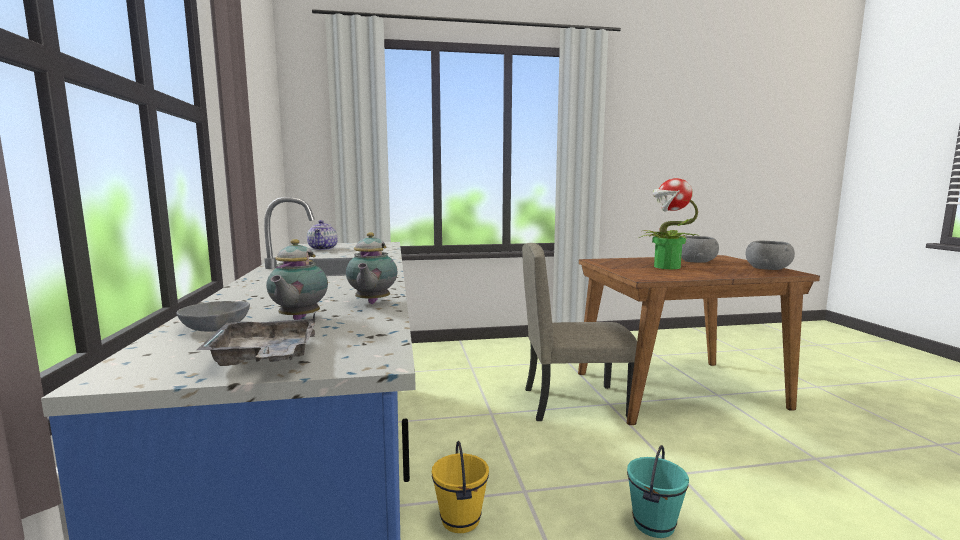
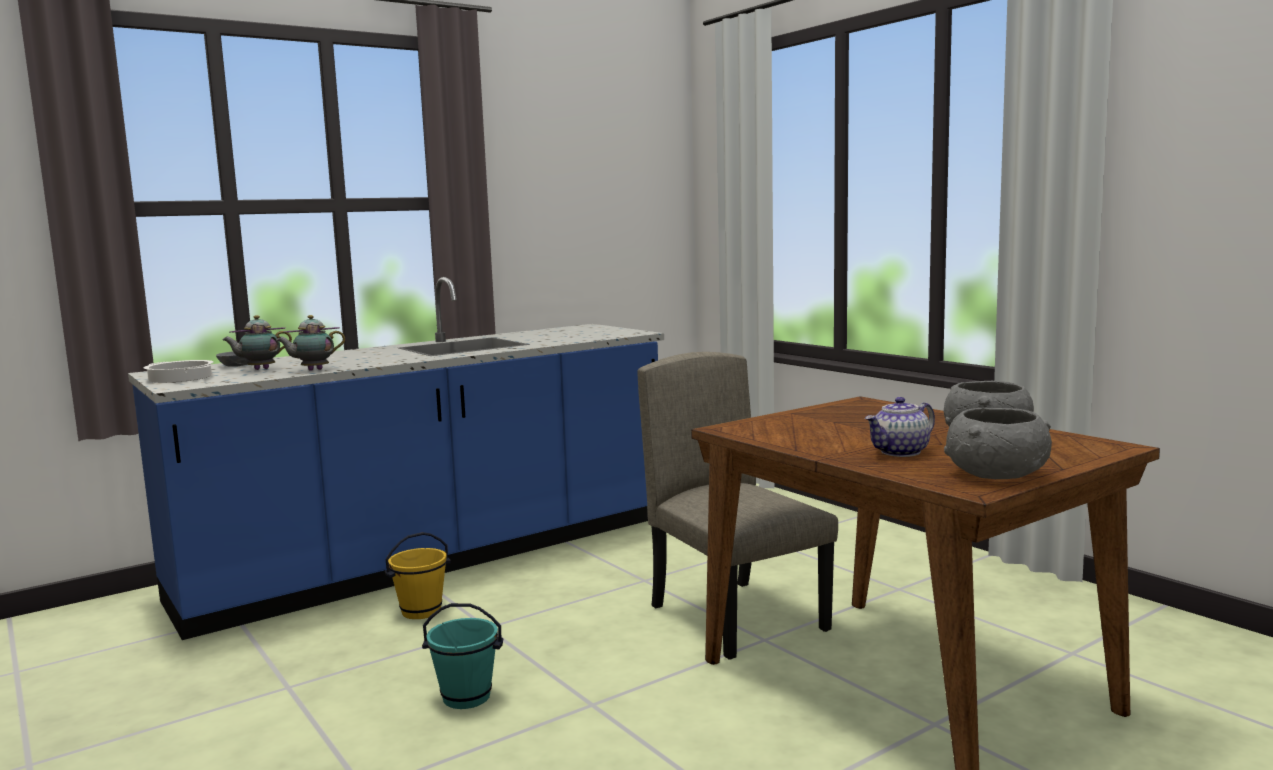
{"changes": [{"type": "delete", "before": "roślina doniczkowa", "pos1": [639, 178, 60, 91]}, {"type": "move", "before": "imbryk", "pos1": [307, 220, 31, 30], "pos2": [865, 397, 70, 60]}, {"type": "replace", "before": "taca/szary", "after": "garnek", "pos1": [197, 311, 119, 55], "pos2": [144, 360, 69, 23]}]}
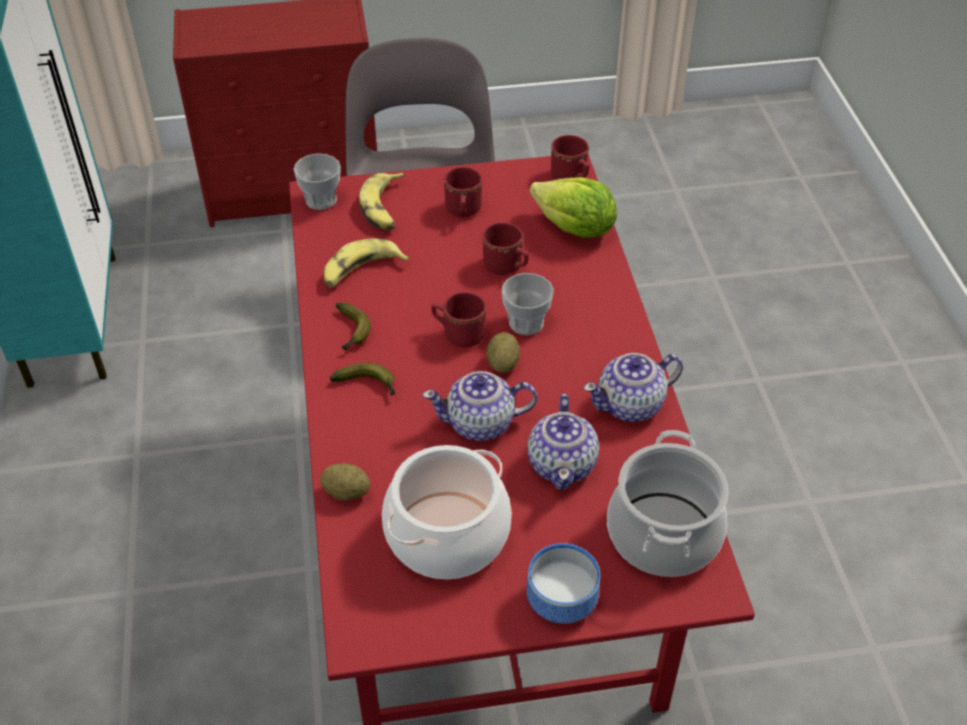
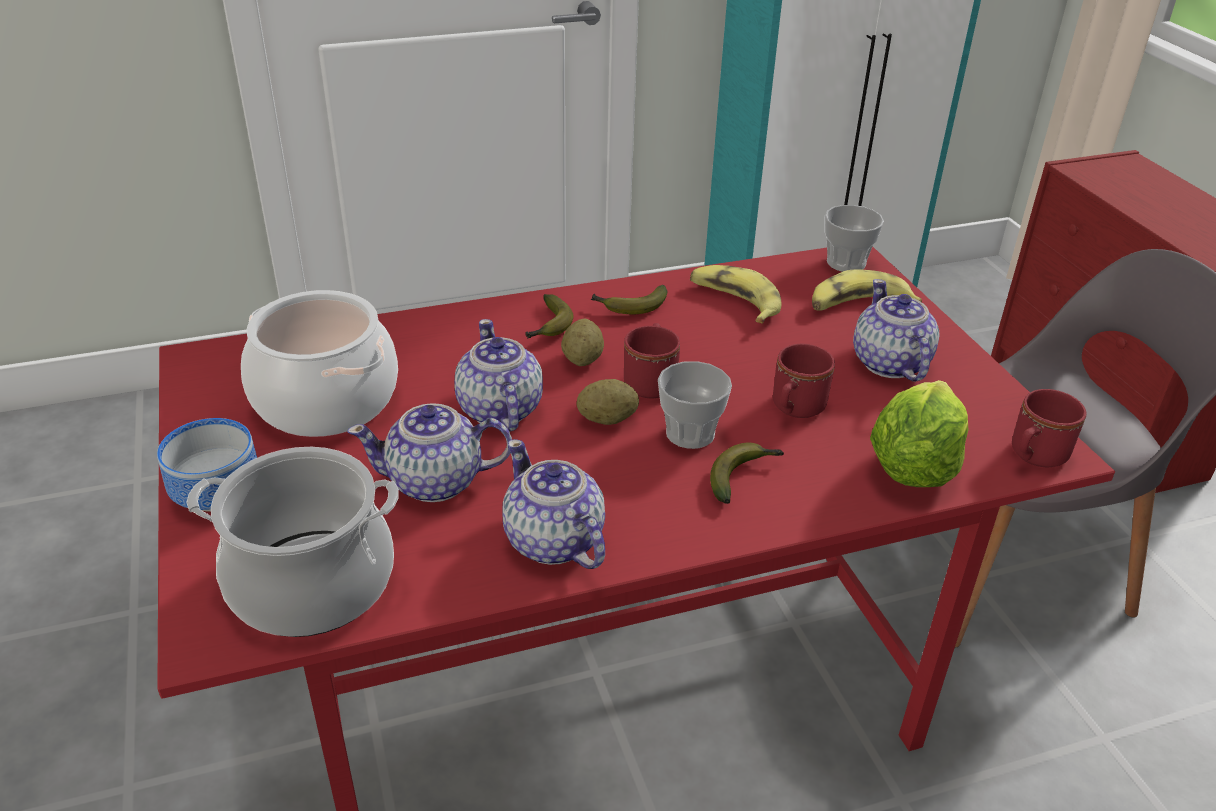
{"changes": [{"type": "insert", "after": "banan", "pos2": [710, 443, 74, 61]}, {"type": "move", "before": "ziemniak", "pos1": [320, 463, 50, 38], "pos2": [561, 319, 43, 47]}, {"type": "replace", "before": "kubek/czerwony", "after": "imbryk", "pos1": [444, 167, 38, 50], "pos2": [853, 279, 86, 103]}]}
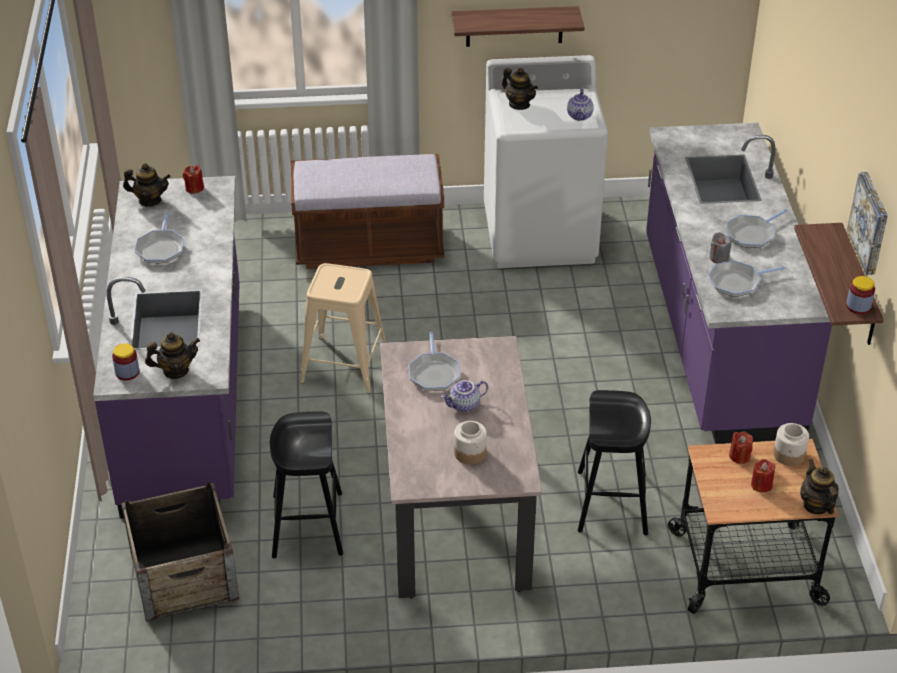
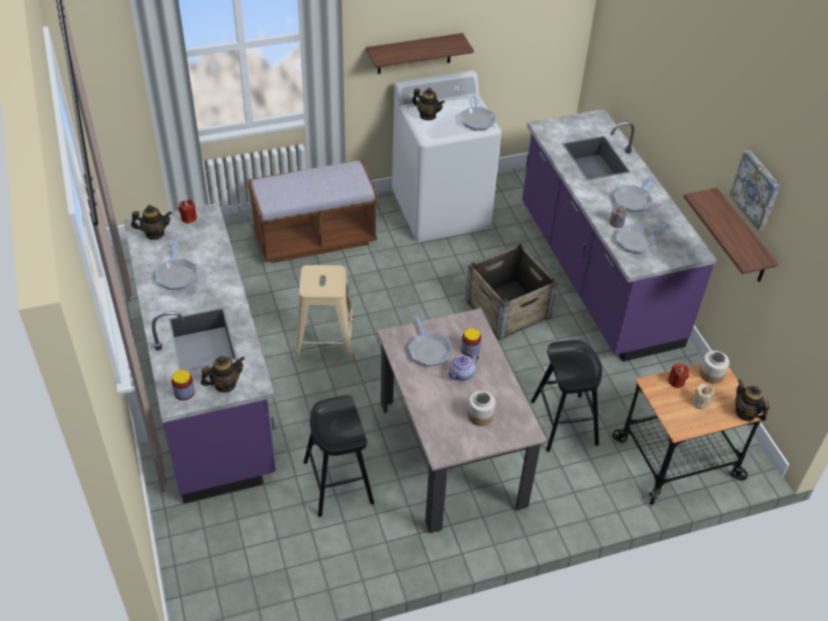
{"changes": [{"type": "move", "before": "skrzynka", "pos1": [121, 482, 118, 140], "pos2": [465, 244, 92, 96]}, {"type": "move", "before": "słoik", "pos1": [846, 276, 29, 38], "pos2": [461, 328, 20, 29]}, {"type": "replace", "before": "imbryk", "after": "patelnia", "pos1": [567, 89, 26, 32], "pos2": [461, 95, 35, 36]}, {"type": "recolor", "before": "świeca/czerwony", "after": "świeca/beżowy", "pos1": [751, 459, 25, 34], "pos2": [693, 384, 21, 25]}]}
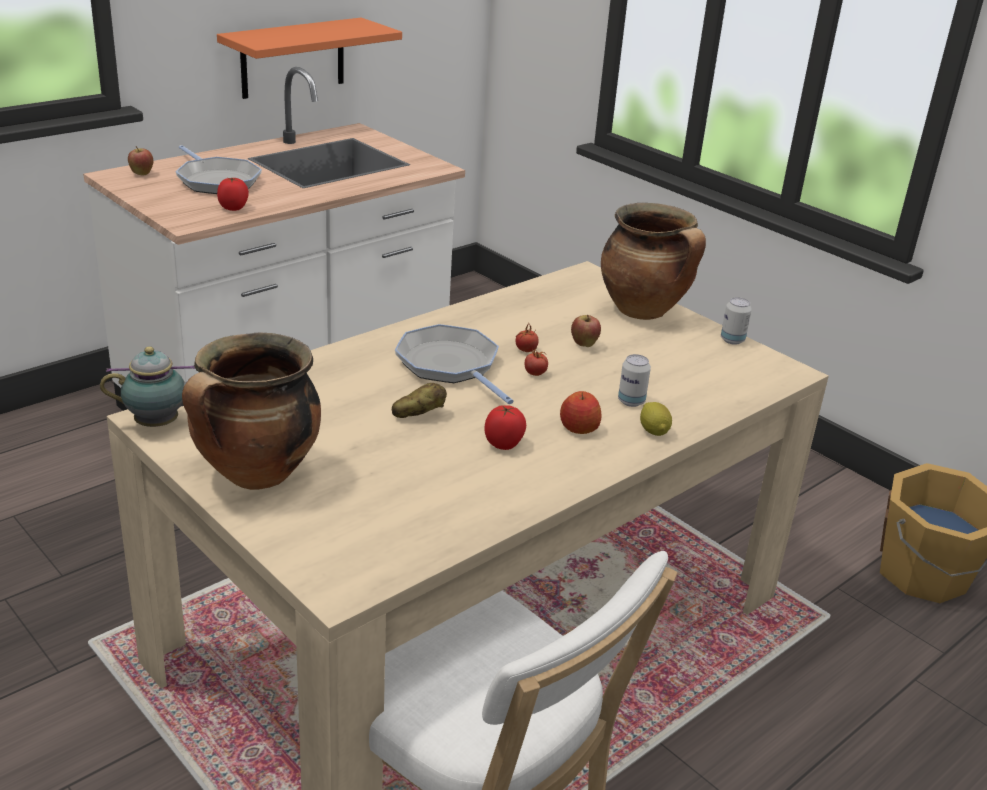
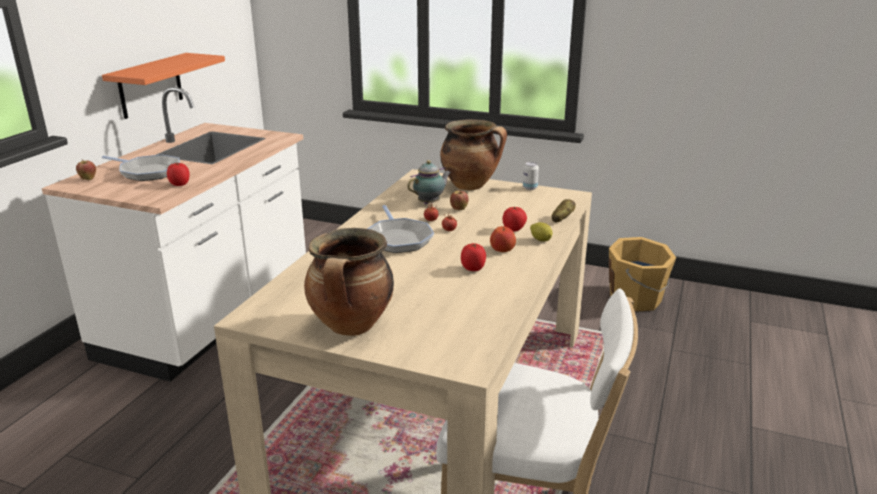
{"changes": [{"type": "move", "before": "imbryk", "pos1": [100, 346, 95, 81], "pos2": [407, 160, 44, 44]}, {"type": "move", "before": "ziemniak", "pos1": [392, 383, 55, 35], "pos2": [552, 199, 24, 23]}, {"type": "replace", "before": "puszka", "after": "pomidor", "pos1": [618, 354, 33, 53], "pos2": [502, 206, 25, 26]}, {"type": "rotate", "before": "patelnia", "pos1": [395, 324, 119, 80], "pos2": [367, 205, 67, 48], "turn": -135}]}
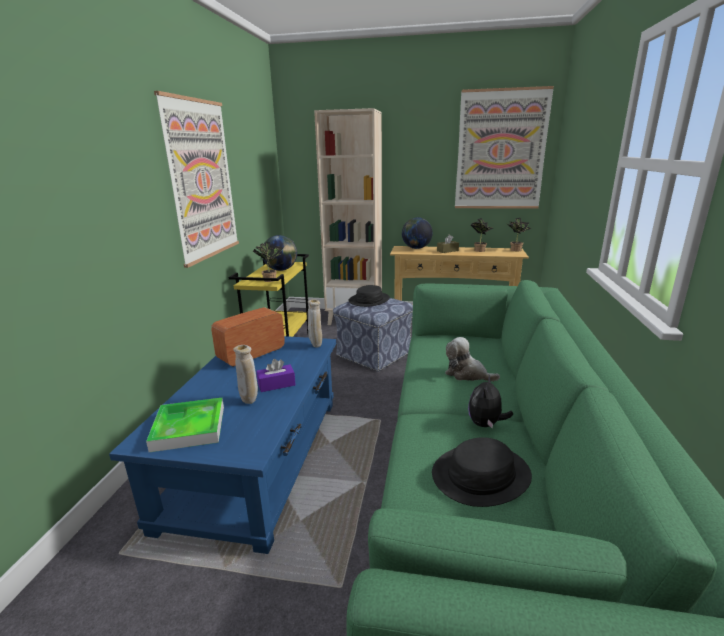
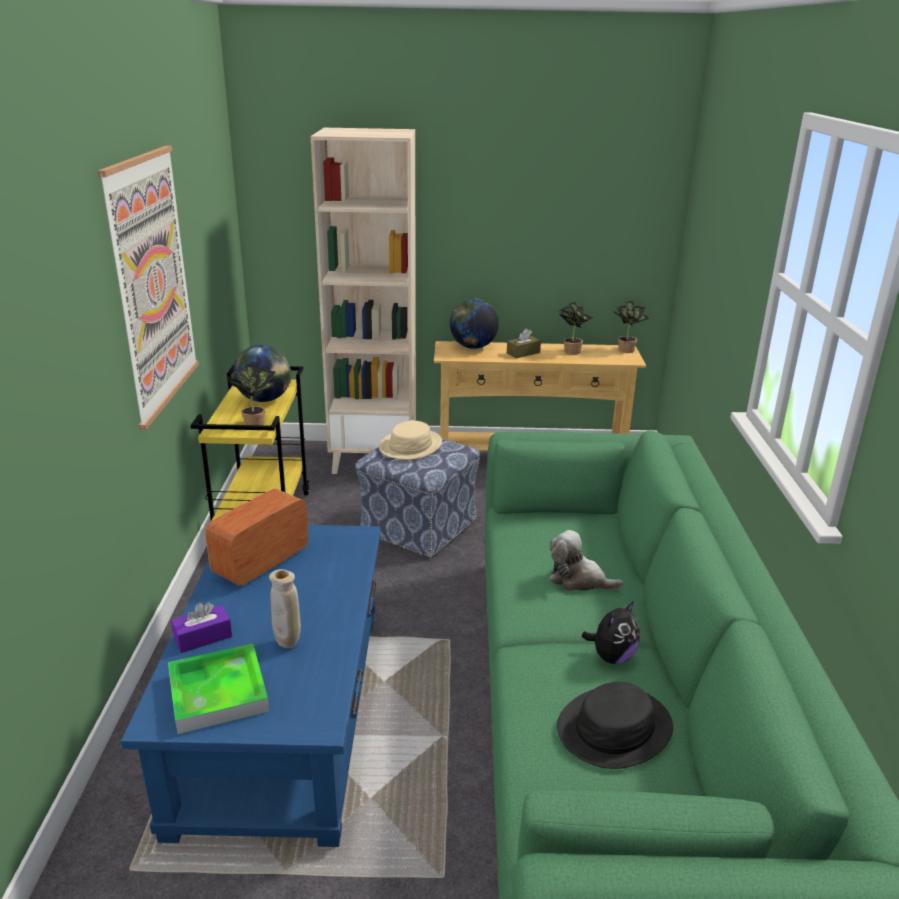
{"changes": [{"type": "delete", "before": "wazon/beżowy", "pos1": [308, 299, 14, 48]}, {"type": "delete", "before": "obraz", "pos1": [455, 86, 99, 123]}, {"type": "move", "before": "pudełko chusteczek/fioletowy", "pos1": [257, 359, 38, 33], "pos2": [171, 602, 61, 51]}, {"type": "recolor", "before": "kapelusz/czarny", "after": "kapelusz/beżowy", "pos1": [348, 285, 42, 22], "pos2": [379, 421, 63, 39]}, {"type": "rotate", "before": "pluszak", "pos1": [468, 375, 45, 54], "pos2": [582, 601, 58, 63], "turn": -150}]}
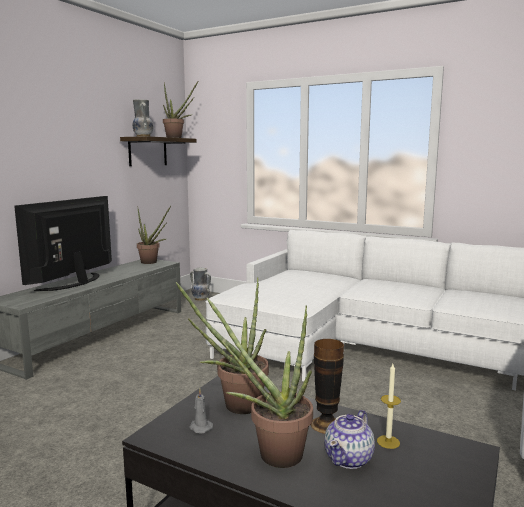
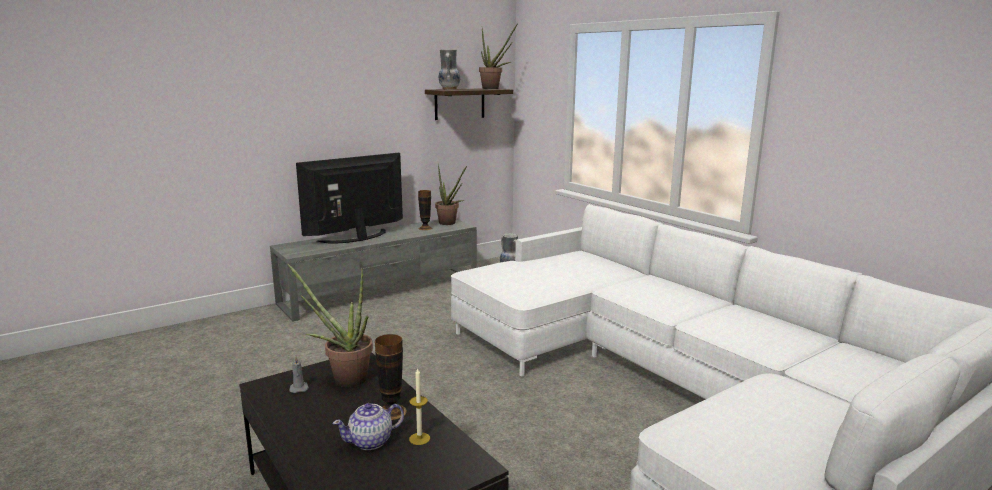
{"changes": [{"type": "delete", "before": "roślina doniczkowa", "pos1": [207, 298, 106, 170]}, {"type": "insert", "after": "wazon", "pos2": [418, 190, 15, 40]}]}
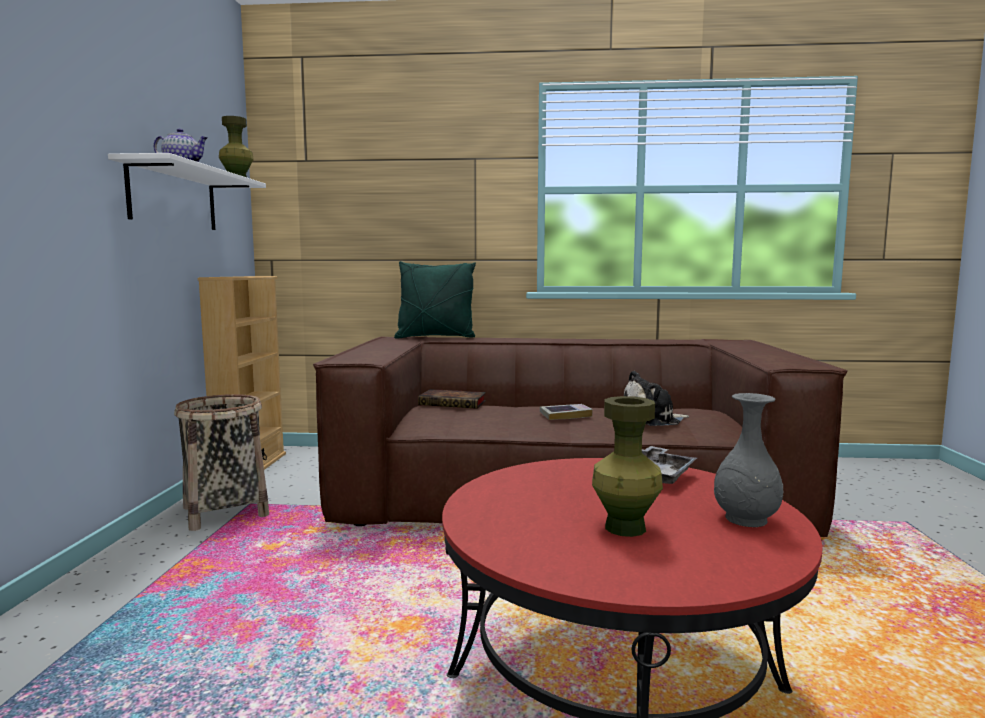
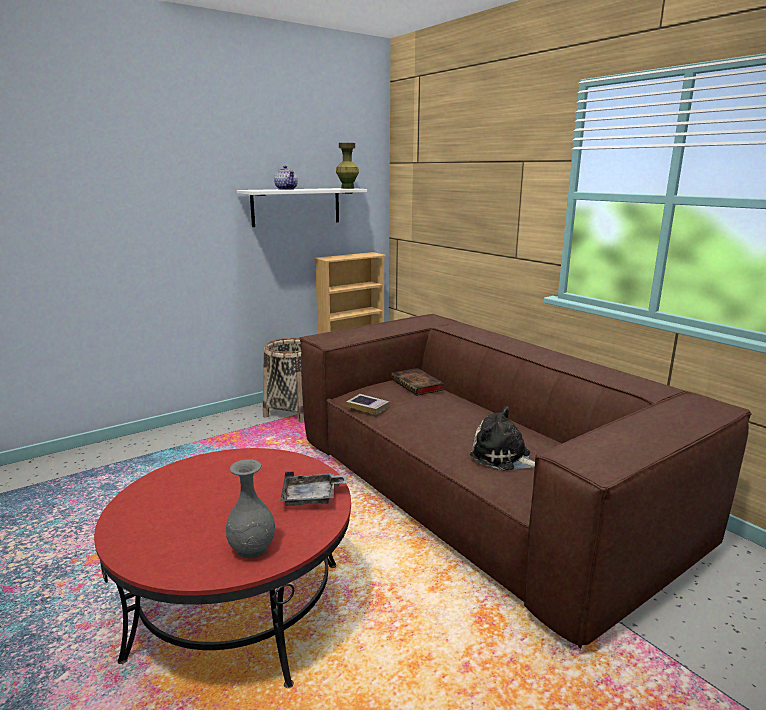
{"changes": [{"type": "delete", "before": "poduszka/zielony", "pos1": [394, 261, 82, 78]}, {"type": "delete", "before": "wazon/zielony", "pos1": [592, 396, 71, 141]}, {"type": "move", "before": "książka", "pos1": [540, 404, 53, 16], "pos2": [346, 394, 44, 21]}]}
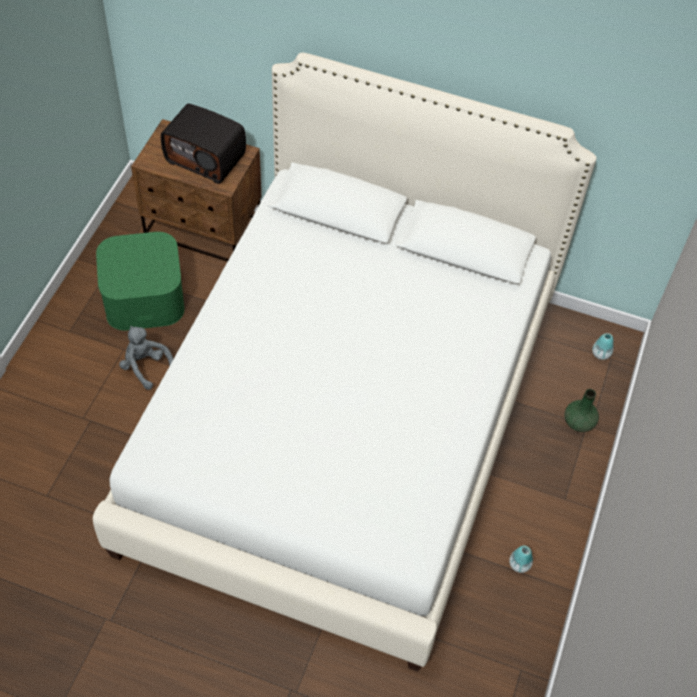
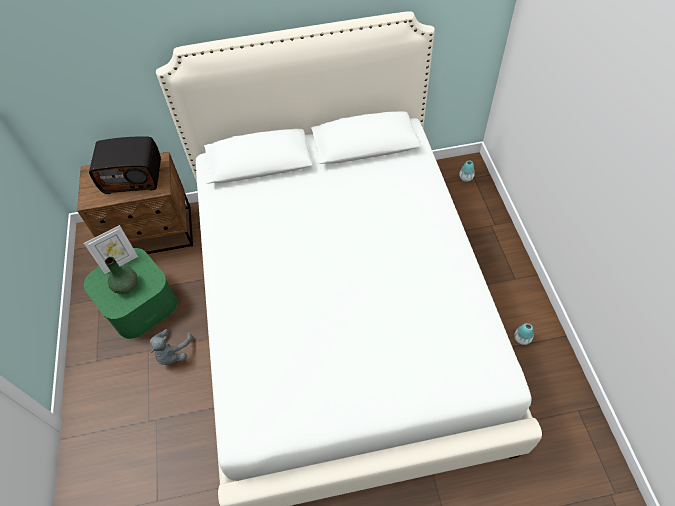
{"changes": [{"type": "insert", "after": "ramka na zdjęcie", "pos2": [84, 225, 54, 49]}, {"type": "move", "before": "wazon/zielony", "pos1": [565, 389, 34, 43], "pos2": [105, 257, 33, 37]}, {"type": "rotate", "before": "pluszak/szary", "pos1": [119, 326, 54, 64], "pos2": [150, 329, 43, 36], "turn": -90}]}
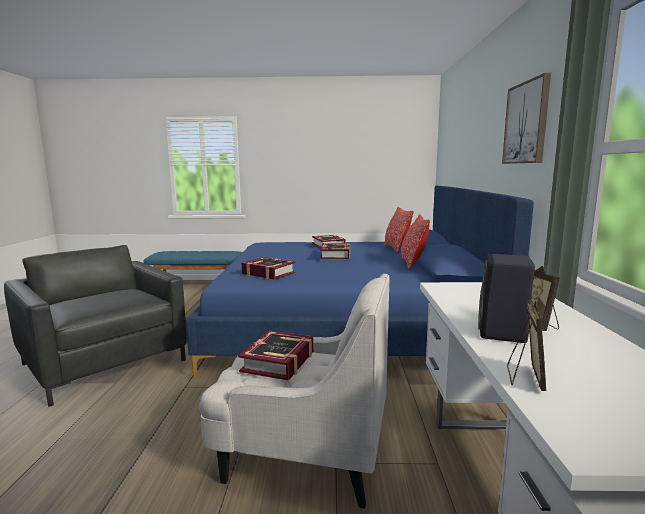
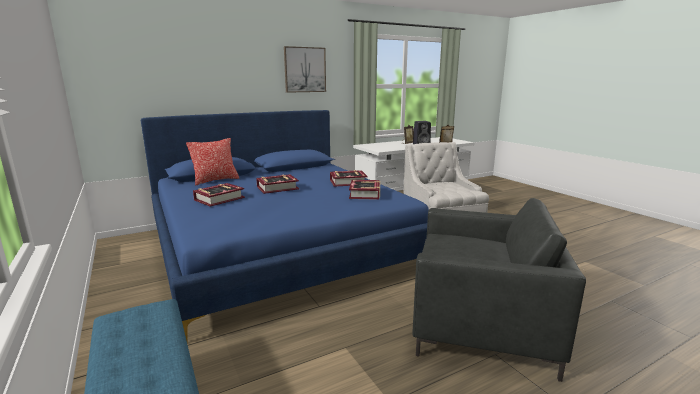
{"changes": [{"type": "delete", "before": "poduszka", "pos1": [401, 214, 29, 56]}, {"type": "move", "before": "książka", "pos1": [238, 330, 76, 51], "pos2": [330, 170, 38, 17]}, {"type": "rotate", "before": "fotel/szary", "pos1": [4, 245, 183, 162], "pos2": [412, 198, 174, 184], "turn": -90}]}
